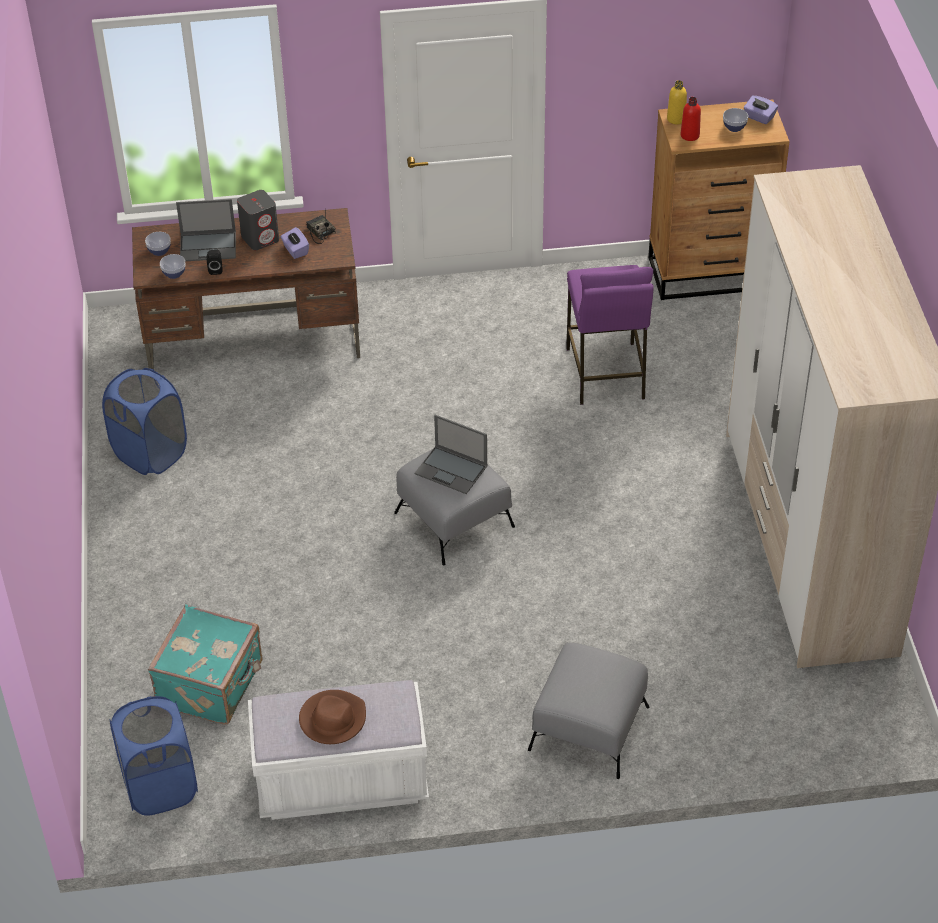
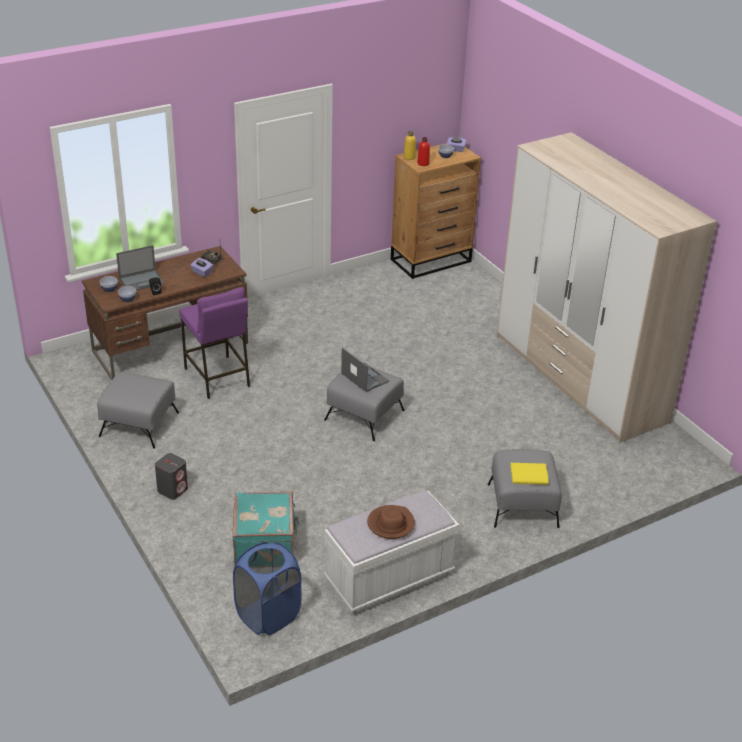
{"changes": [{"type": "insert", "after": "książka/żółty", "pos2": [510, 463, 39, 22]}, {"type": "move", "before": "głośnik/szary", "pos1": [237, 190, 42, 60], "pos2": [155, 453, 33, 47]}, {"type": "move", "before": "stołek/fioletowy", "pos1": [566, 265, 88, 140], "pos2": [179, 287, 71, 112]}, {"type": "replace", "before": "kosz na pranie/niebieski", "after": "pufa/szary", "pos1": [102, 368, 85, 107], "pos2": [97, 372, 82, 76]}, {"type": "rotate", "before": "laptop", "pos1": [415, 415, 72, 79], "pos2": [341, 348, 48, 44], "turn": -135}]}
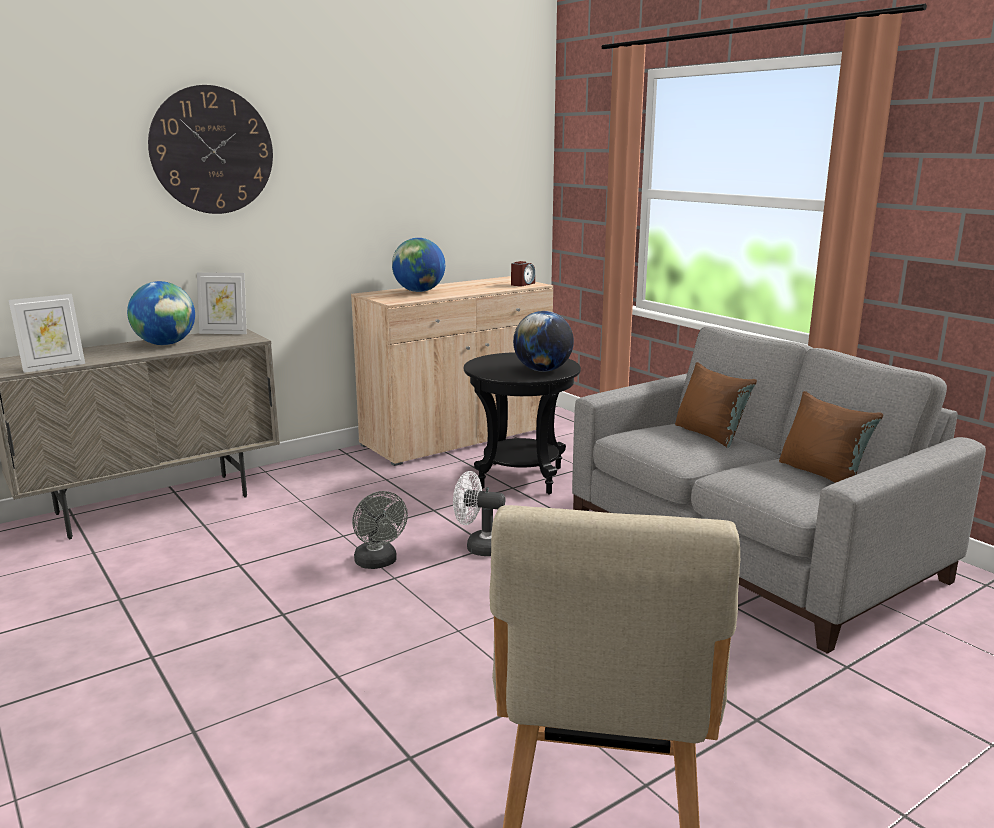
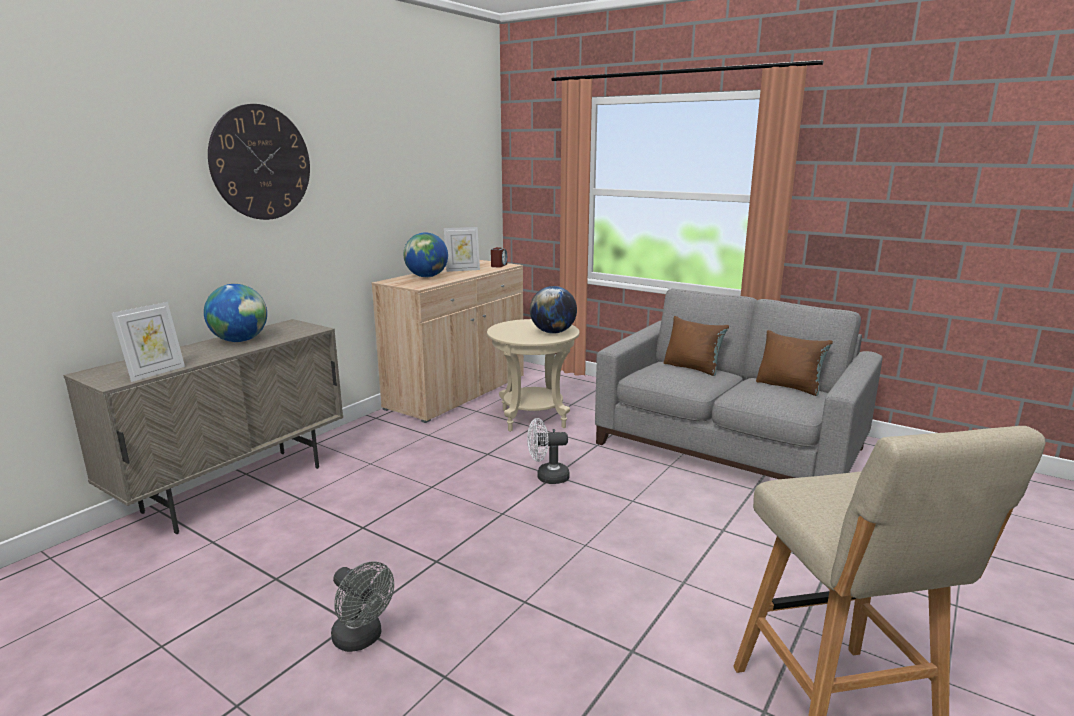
{"changes": [{"type": "move", "before": "ramka na zdjęcie", "pos1": [197, 272, 50, 62], "pos2": [444, 227, 36, 45]}, {"type": "move", "before": "wentylator/szary", "pos1": [352, 491, 56, 78], "pos2": [331, 561, 63, 91]}, {"type": "recolor", "before": "stolik/czarny", "after": "stolik/beżowy", "pos1": [464, 352, 117, 143], "pos2": [487, 319, 92, 113]}]}
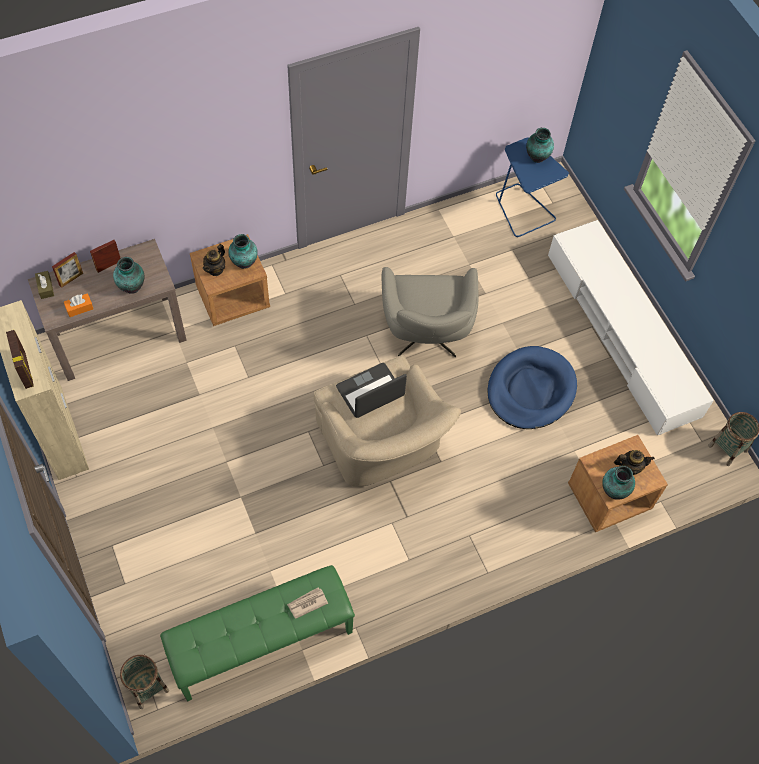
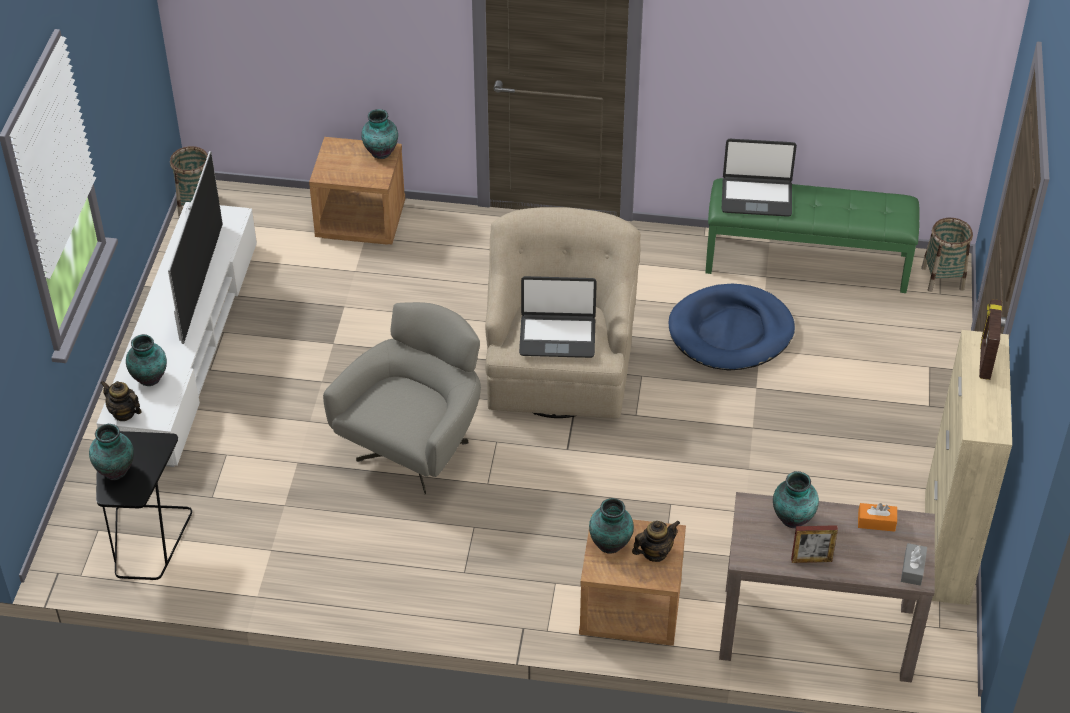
{"changes": [{"type": "delete", "before": "ramka na zdjęcie", "pos1": [52, 252, 31, 36]}, {"type": "insert", "after": "wazon", "pos2": [126, 334, 41, 52]}, {"type": "insert", "after": "telewizor", "pos2": [168, 151, 55, 193]}, {"type": "move", "before": "legowisko/niebieski", "pos1": [487, 346, 90, 83], "pos2": [668, 284, 127, 87]}, {"type": "move", "before": "imbryk", "pos1": [614, 450, 41, 25], "pos2": [101, 381, 41, 40]}, {"type": "replace", "before": "gazeta", "after": "laptop", "pos1": [287, 587, 41, 32], "pos2": [722, 139, 75, 78]}, {"type": "recolor", "before": "pudełko chusteczek/brązowy", "after": "pudełko chusteczek/szary", "pos1": [35, 271, 19, 28], "pos2": [901, 543, 26, 43]}, {"type": "recolor", "before": "stolik/niebieski", "after": "stolik/czarny", "pos1": [496, 138, 73, 99], "pos2": [96, 431, 96, 149]}]}
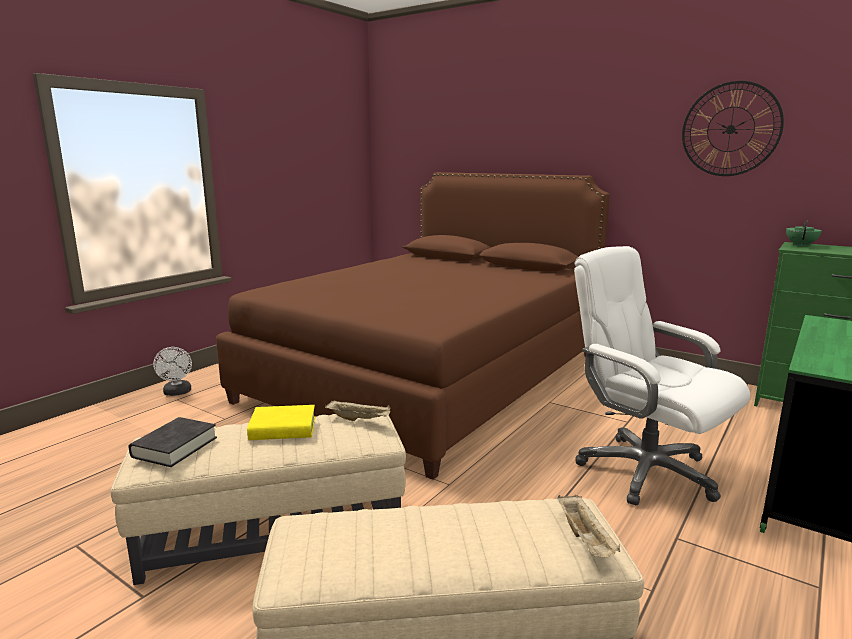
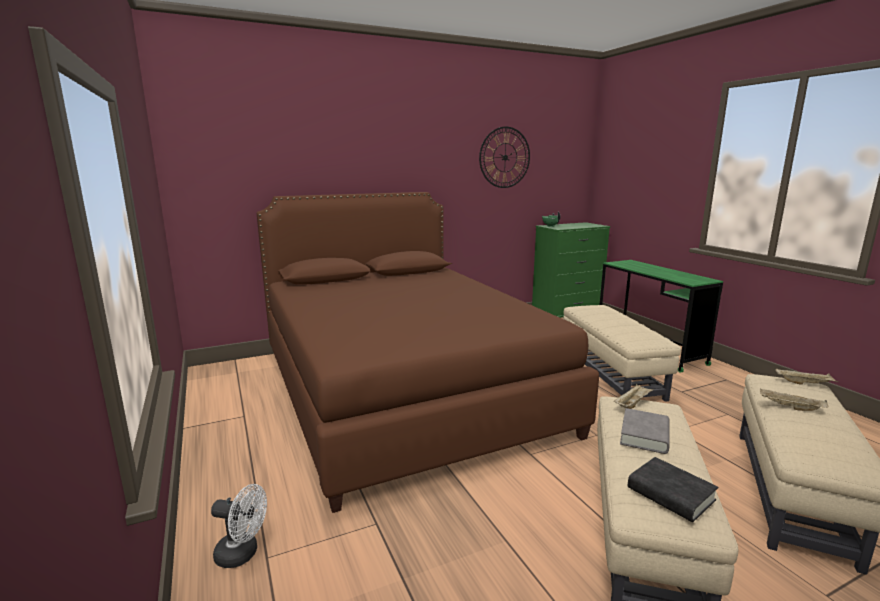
{"changes": [{"type": "insert", "after": "taca/beżowy", "pos2": [760, 389, 69, 22]}, {"type": "replace", "before": "krzesło biurowe/biały", "after": "pufa/beżowy", "pos1": [574, 246, 176, 259], "pos2": [563, 305, 118, 97]}, {"type": "recolor", "before": "książka/żółty", "after": "książka/szary", "pos1": [247, 405, 68, 35], "pos2": [620, 408, 50, 46]}]}
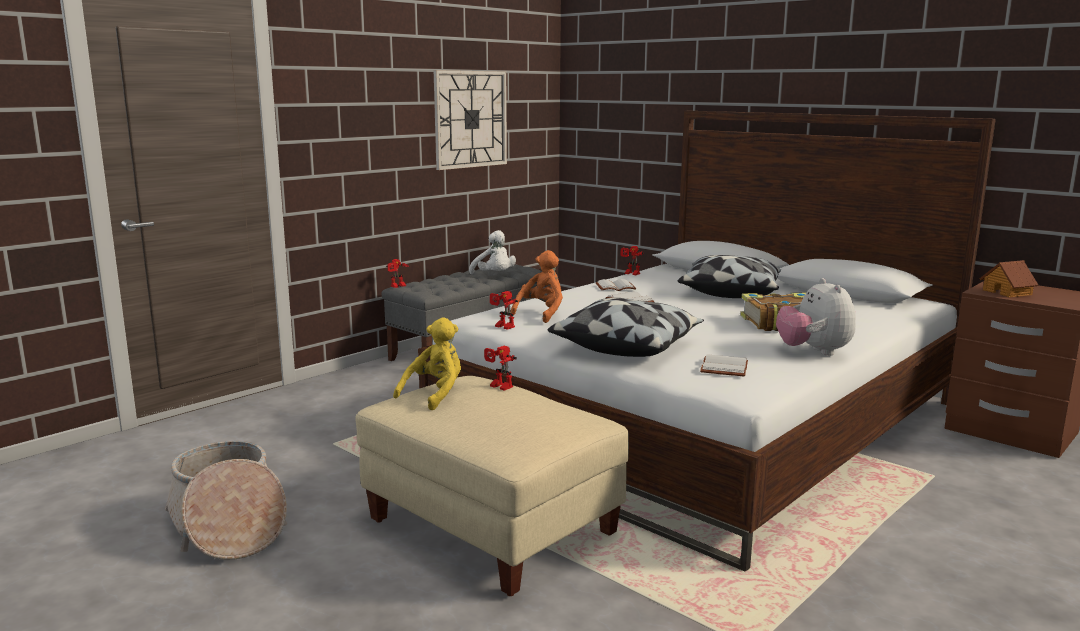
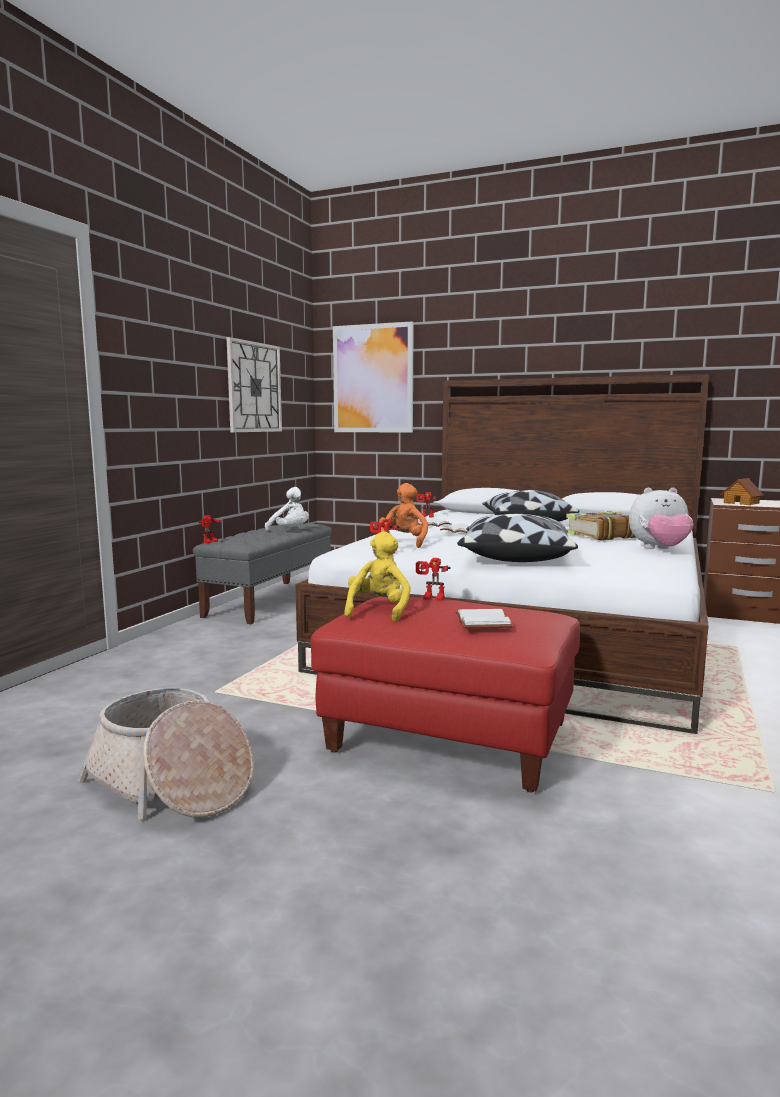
{"changes": [{"type": "insert", "after": "obraz", "pos2": [333, 321, 81, 112]}, {"type": "move", "before": "książka/biały", "pos1": [700, 354, 48, 23], "pos2": [455, 609, 58, 20]}, {"type": "recolor", "before": "pufa/beżowy", "after": "pufa/czerwony", "pos1": [355, 376, 274, 220], "pos2": [311, 597, 269, 196]}, {"type": "rotate", "before": "pluszak", "pos1": [776, 278, 80, 78], "pos2": [629, 488, 64, 61], "turn": -60}]}
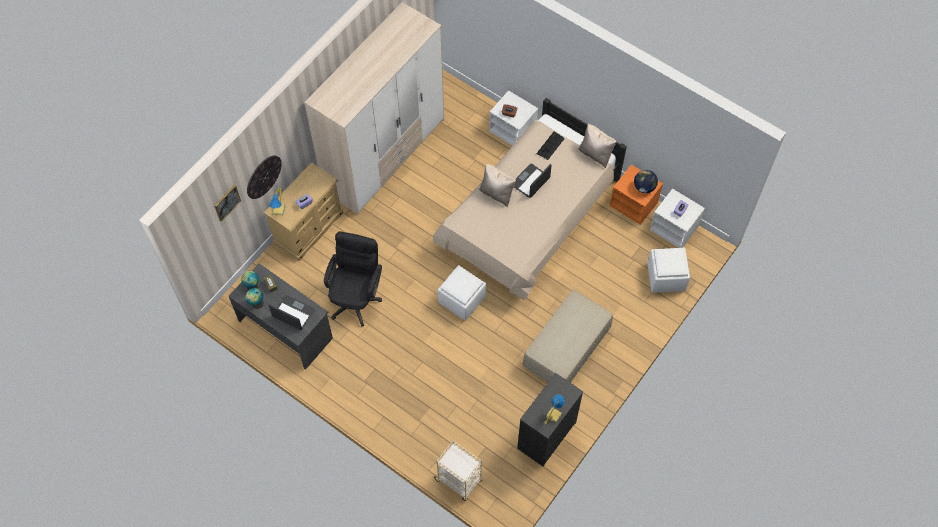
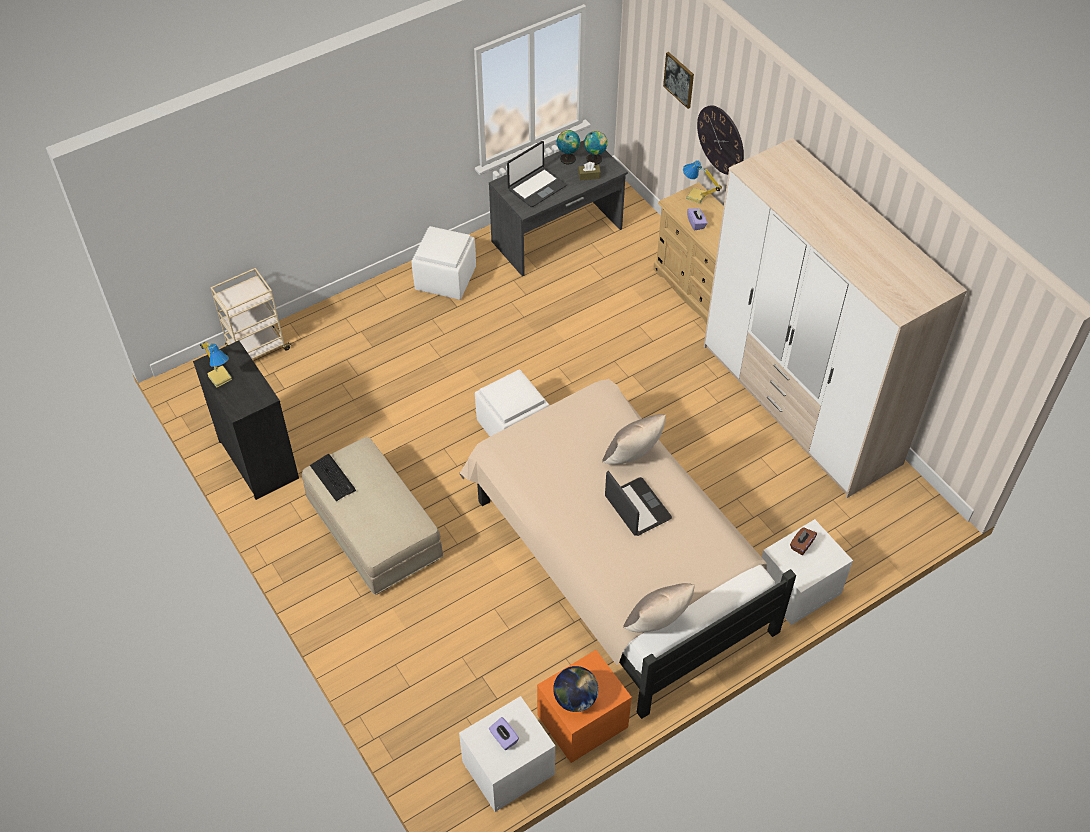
{"changes": [{"type": "delete", "before": "krzesło biurowe/czarny", "pos1": [324, 231, 58, 96]}, {"type": "move", "before": "klawiatura", "pos1": [537, 131, 28, 29], "pos2": [310, 454, 46, 47]}, {"type": "move", "before": "pufa/biały", "pos1": [647, 248, 43, 45], "pos2": [412, 226, 64, 74]}]}
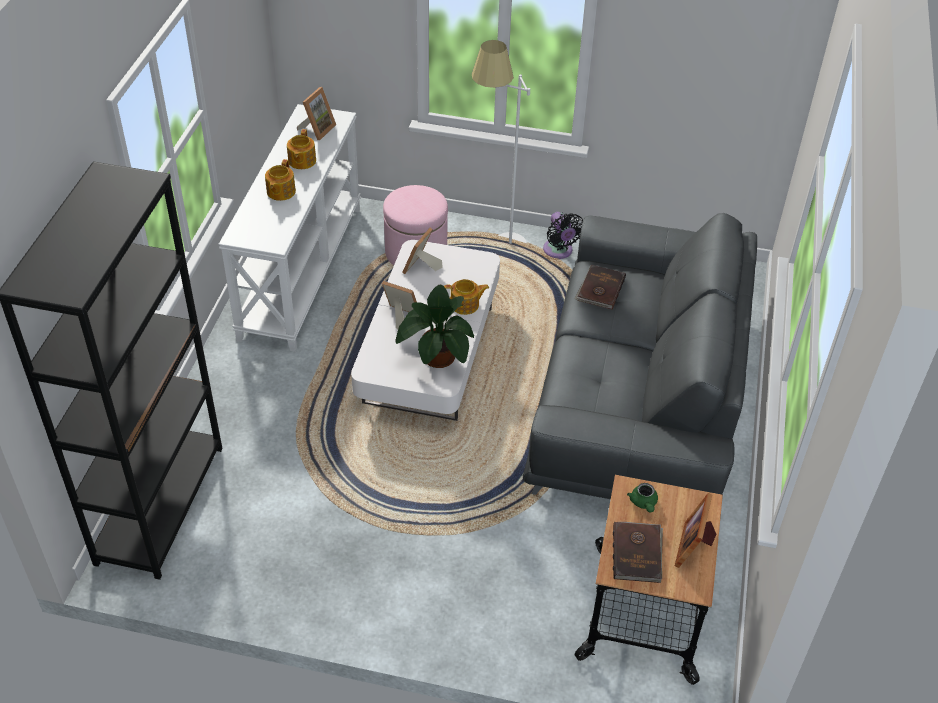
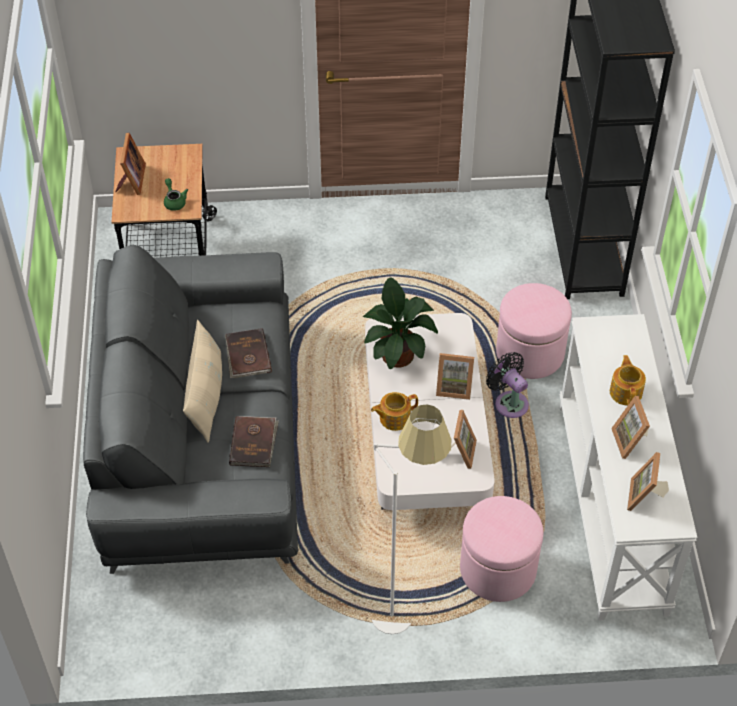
{"changes": [{"type": "insert", "after": "poduszka/beżowy", "pos2": [183, 320, 39, 123]}, {"type": "insert", "after": "pufa/różowy", "pos2": [496, 283, 76, 96]}, {"type": "move", "before": "wentylator/czarny", "pos1": [543, 212, 40, 47], "pos2": [486, 352, 43, 66]}, {"type": "move", "before": "książka/brązowy", "pos1": [613, 522, 50, 61], "pos2": [225, 328, 47, 50]}, {"type": "replace", "before": "imbryk", "after": "ramka na zdjęcie", "pos1": [287, 129, 29, 40], "pos2": [611, 396, 39, 63]}]}
